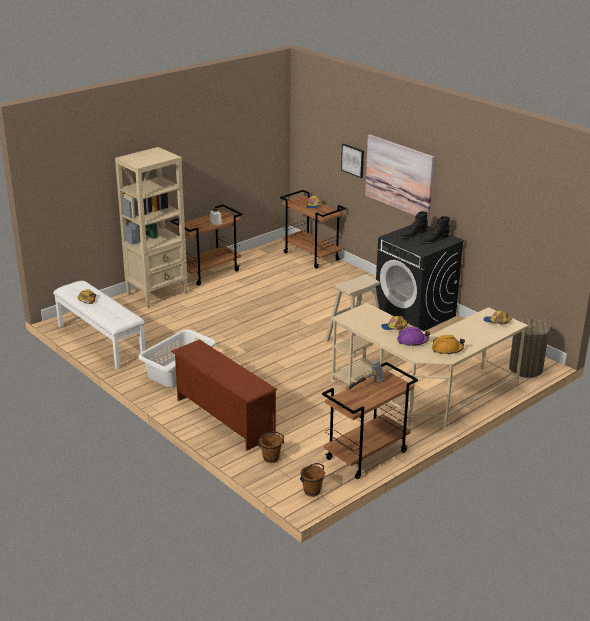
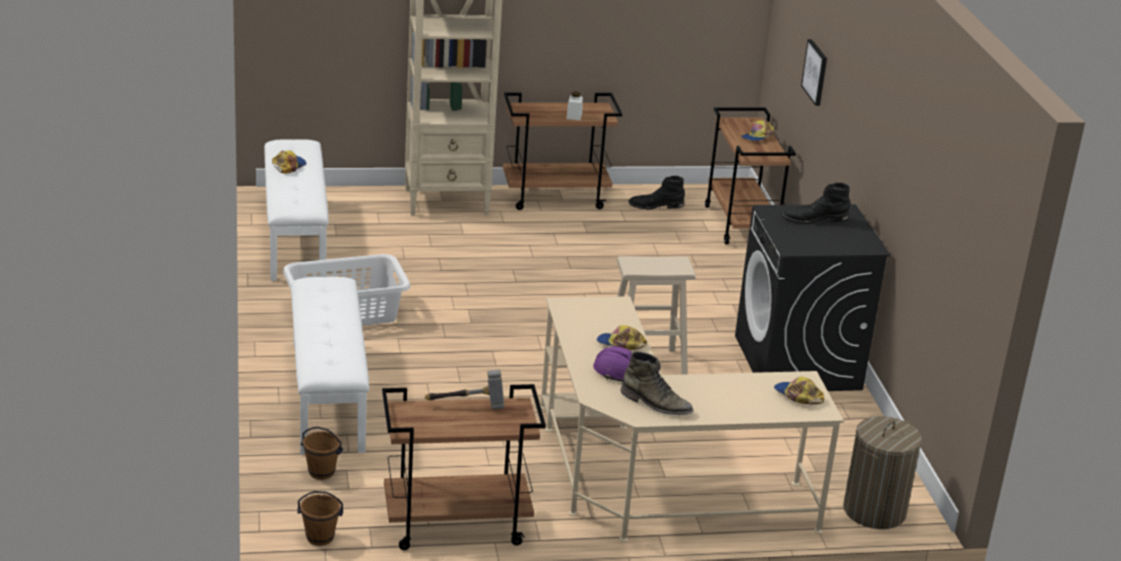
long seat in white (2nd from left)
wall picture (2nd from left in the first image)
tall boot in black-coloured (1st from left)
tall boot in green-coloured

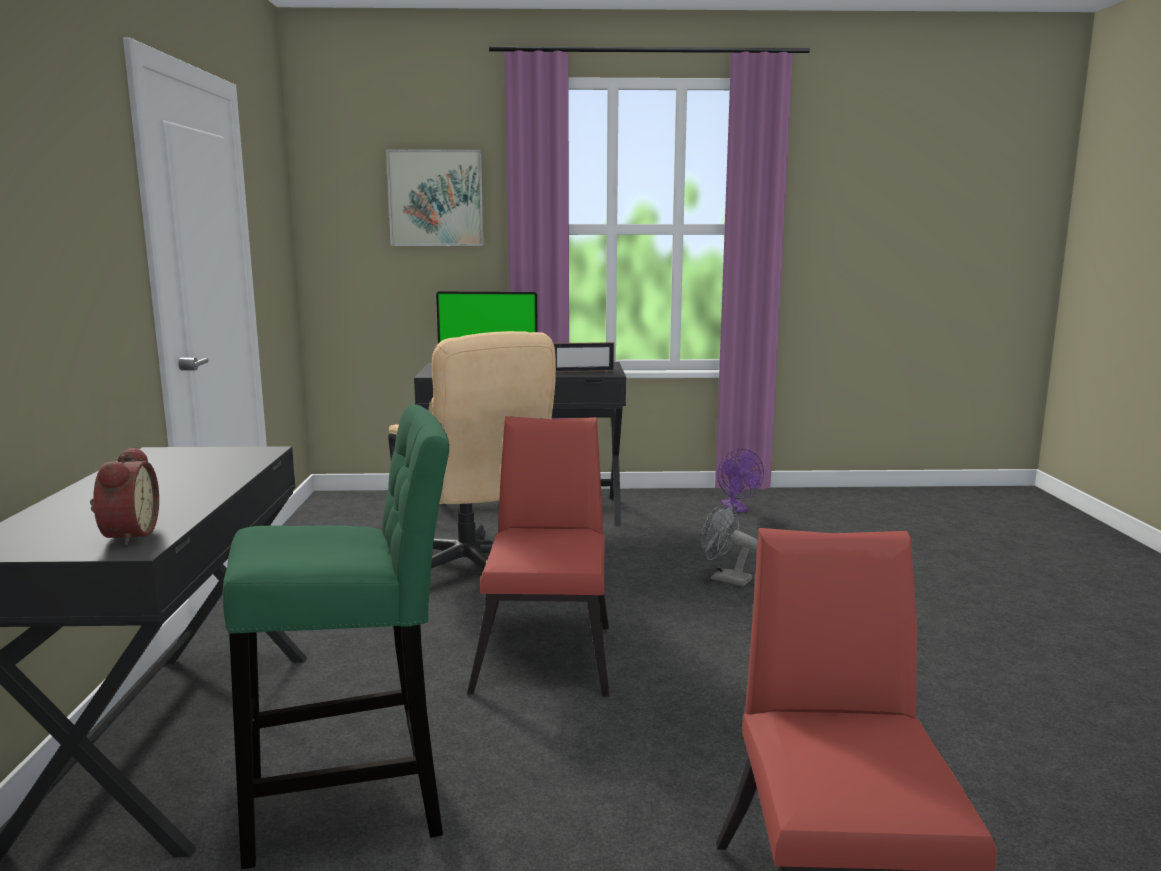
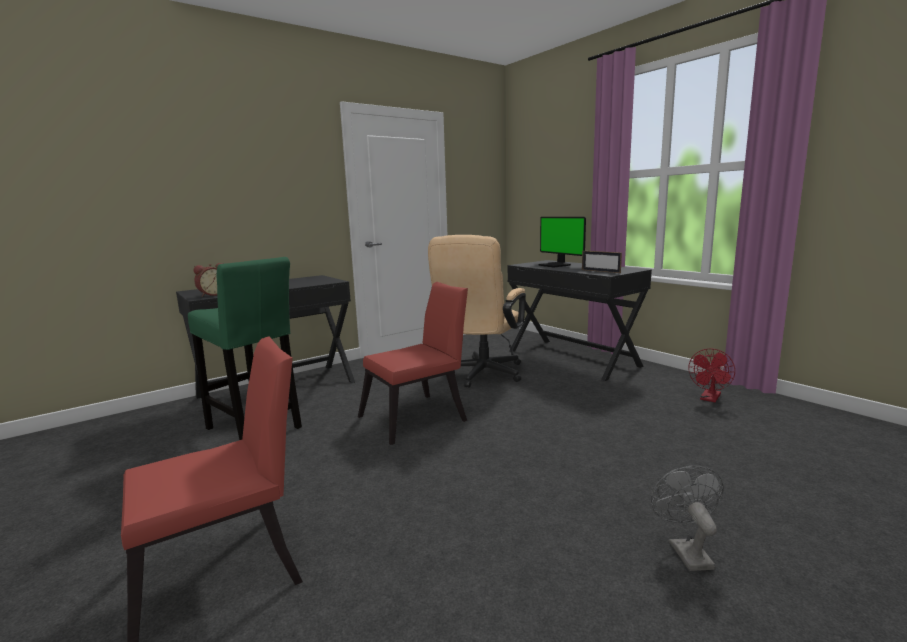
wall picture
electric fan in grey
electric fan in red

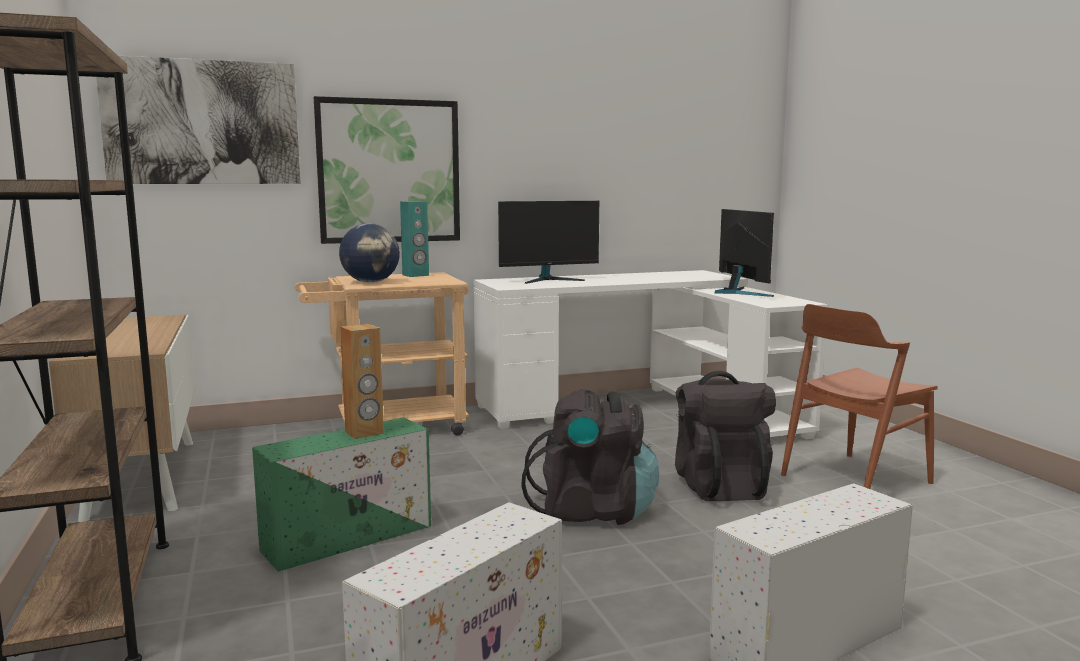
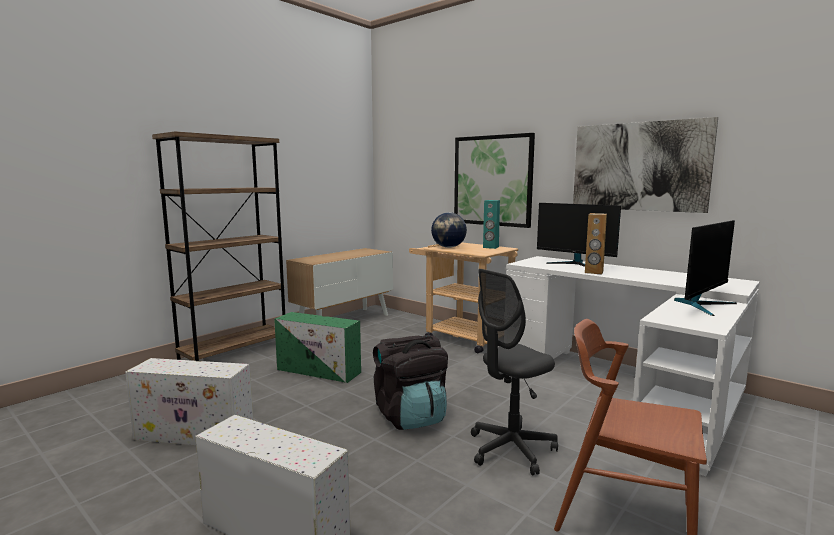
wall picture (2nd from left)
loudspeaker in brown-coloured
desk chair in grey

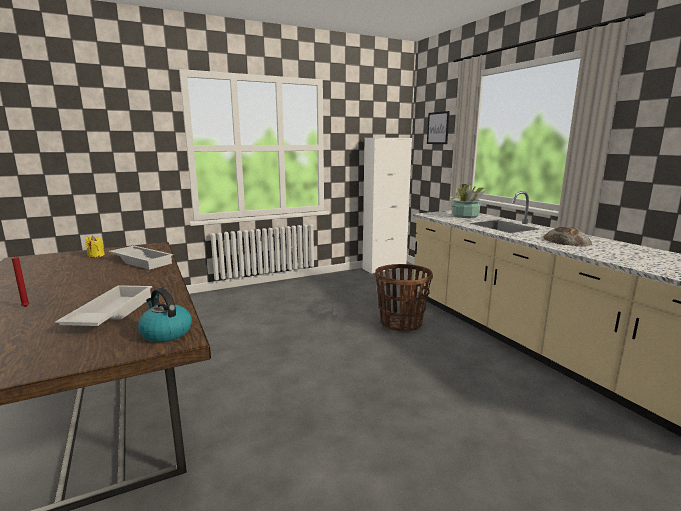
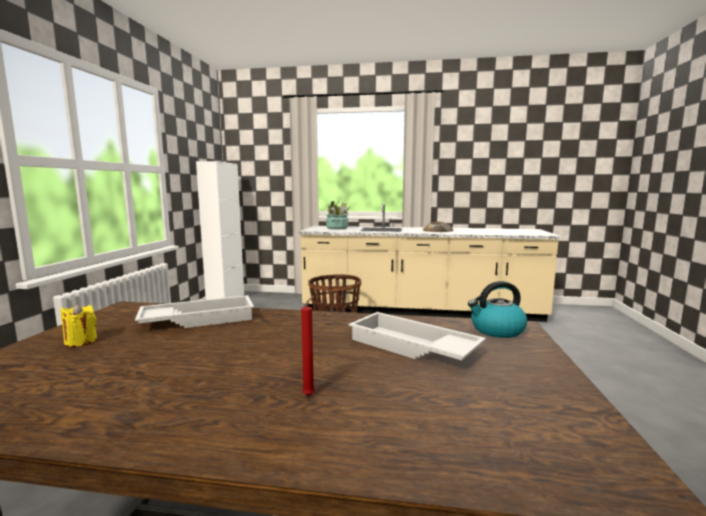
wall picture

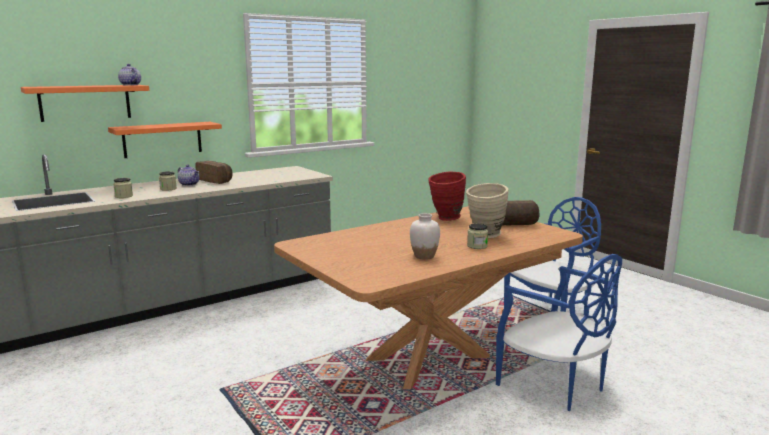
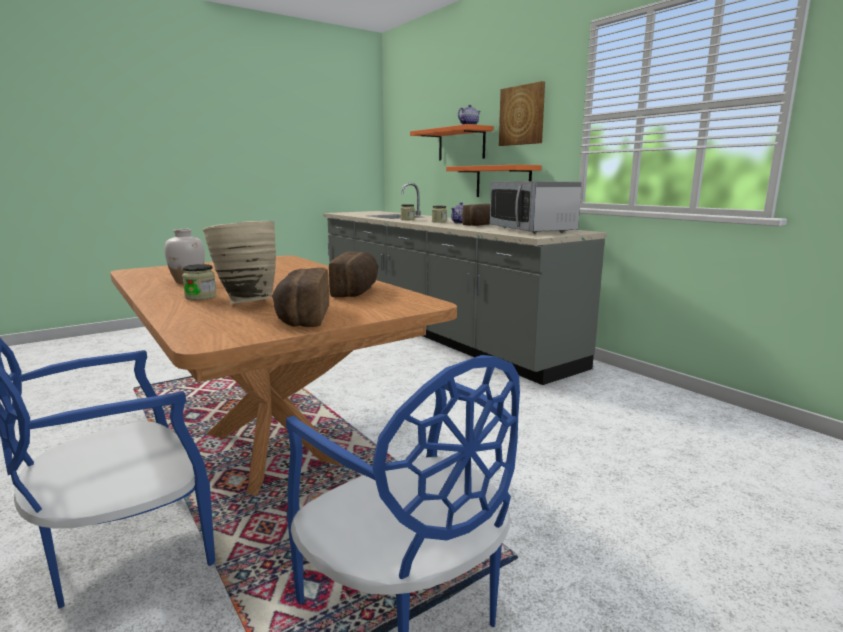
baked bread (2nd from left)
kitchen microwave
wall picture

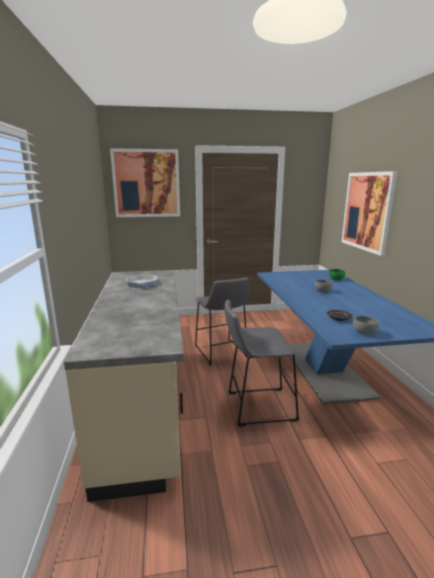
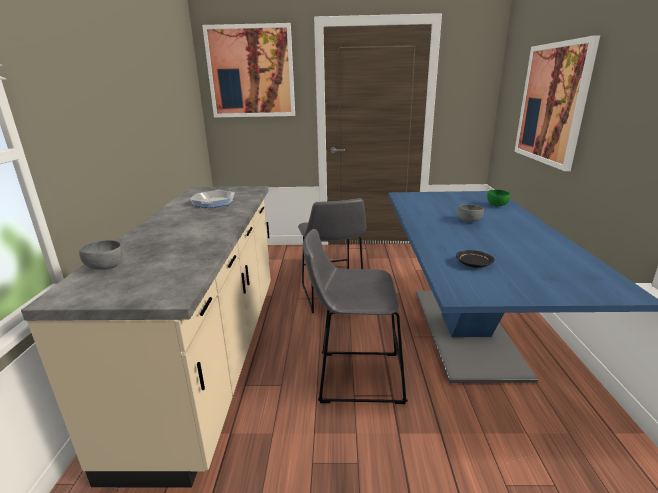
bowl in grey (1st from left)

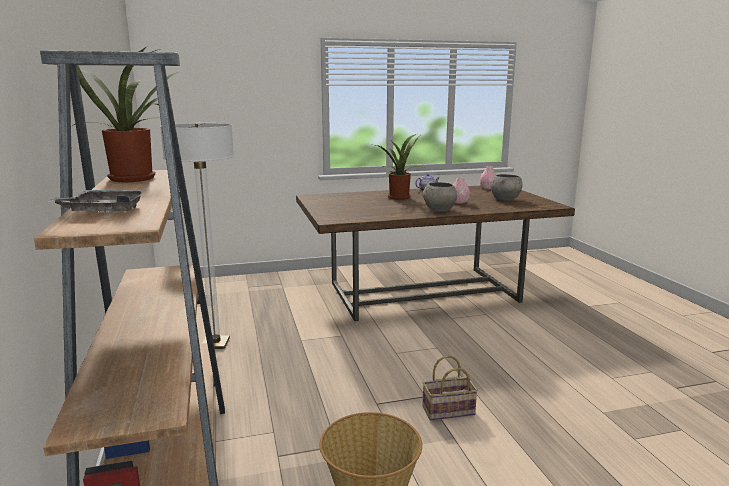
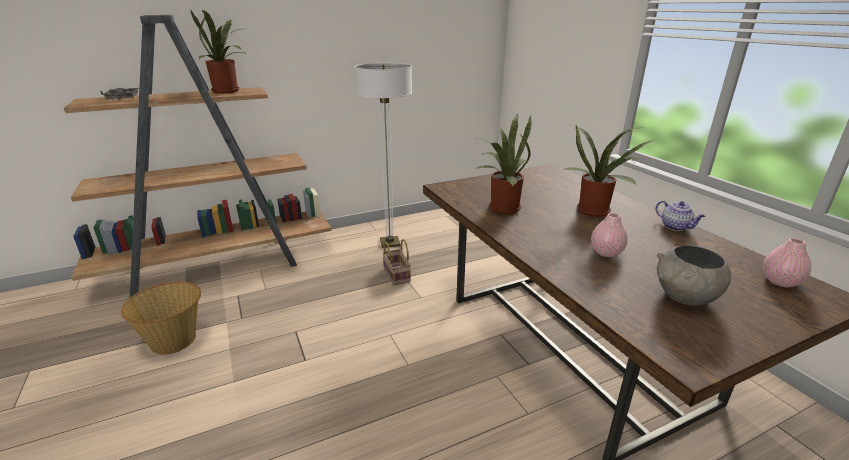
bowl in grey (1st from left in the first image)
storage basket (2nd from left)
potted plant (2nd from left)

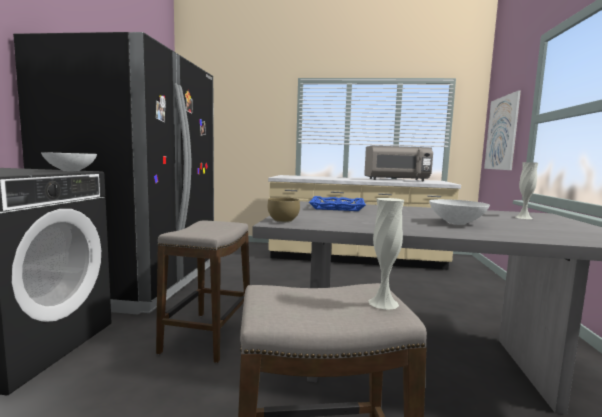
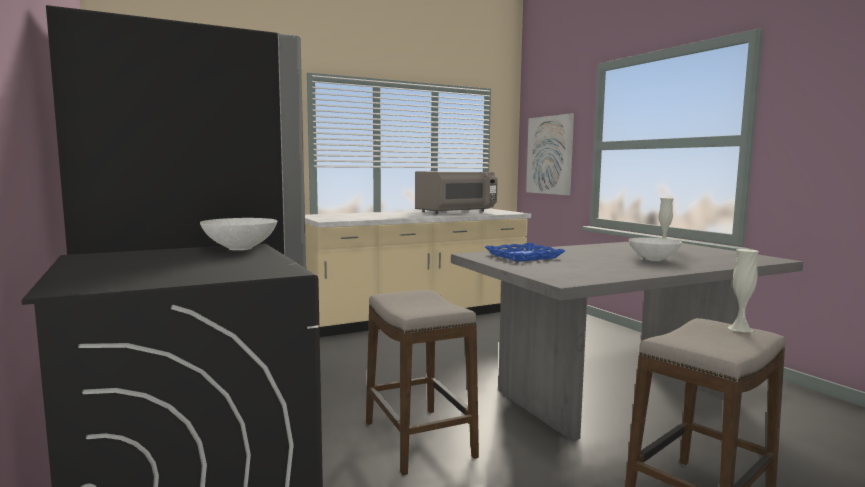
bowl in brown-coloured

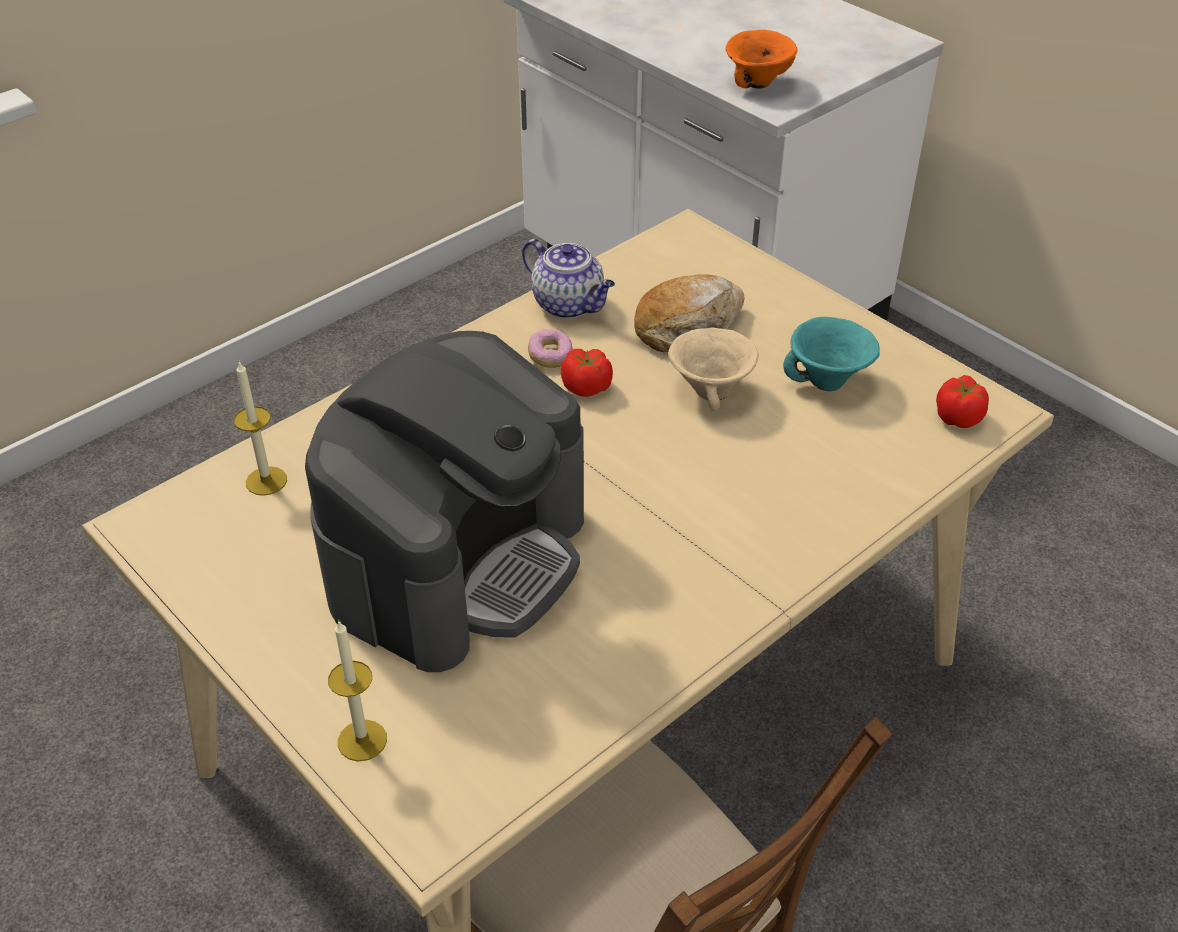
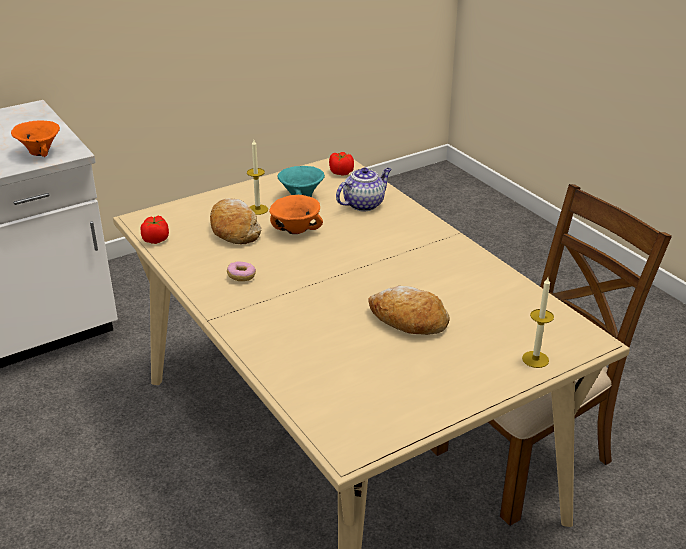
wax light (1st from left)
baked bread (2nd from left)
pot for tea
tomato (1st from left)
bowl in orangey (2nd from left)

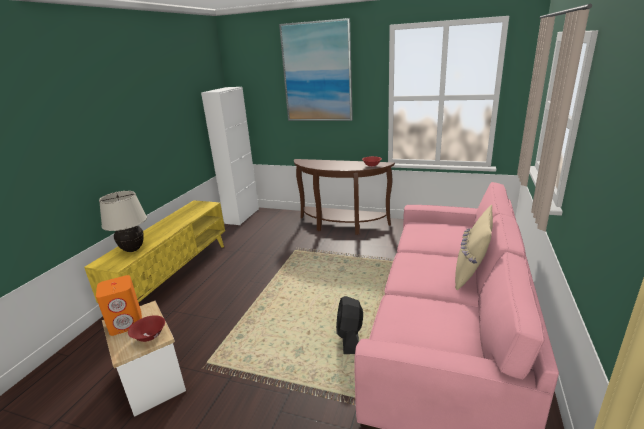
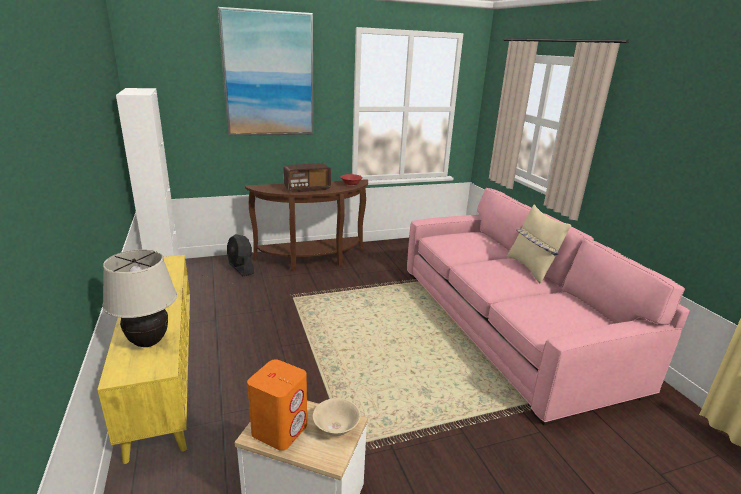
bowl in beige
electric fan in black-coloured
radio

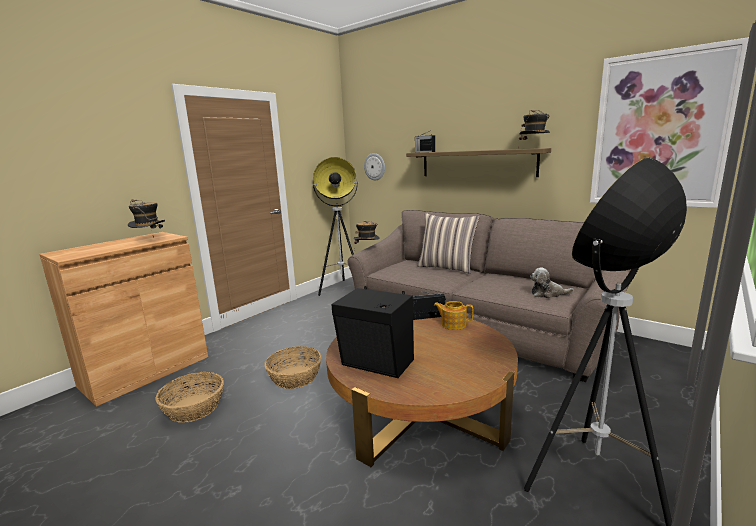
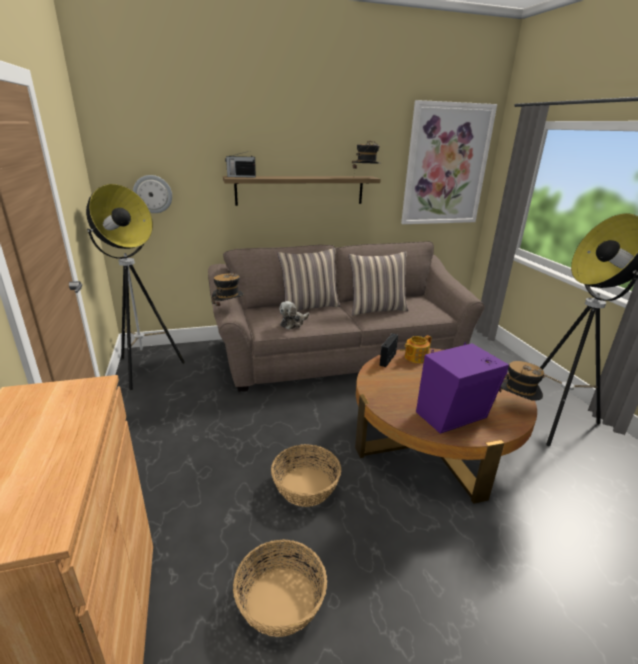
wearable hat (3rd from left)
loudspeaker in purple-coloured
cuddly toy
cushion (2nd from left)

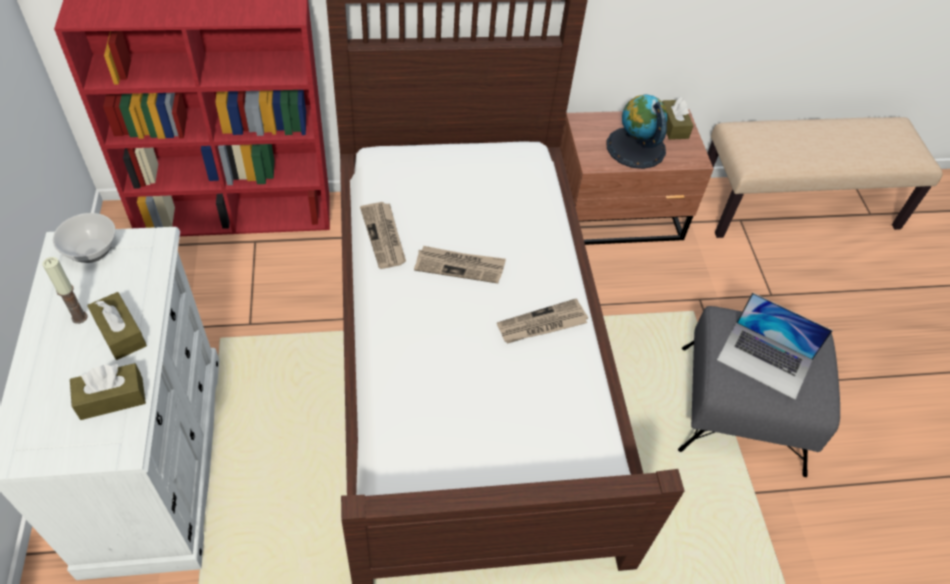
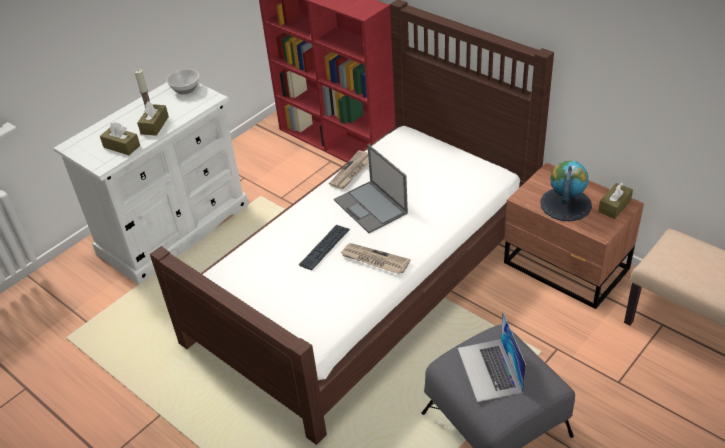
notebook computer (1st from left)
PC keyboard

